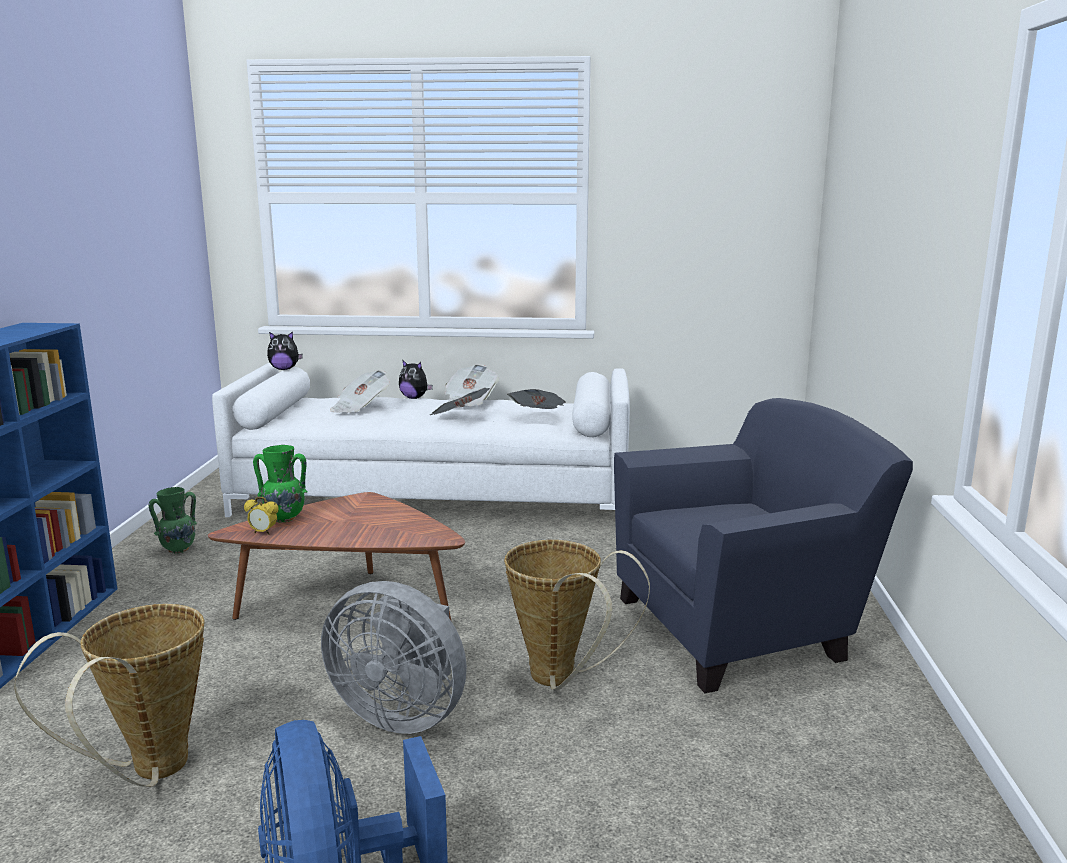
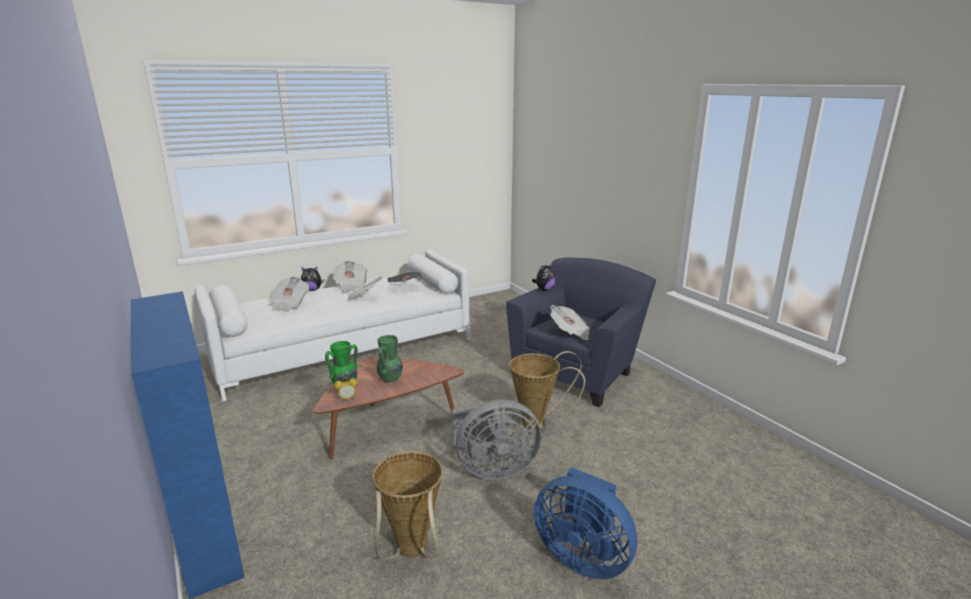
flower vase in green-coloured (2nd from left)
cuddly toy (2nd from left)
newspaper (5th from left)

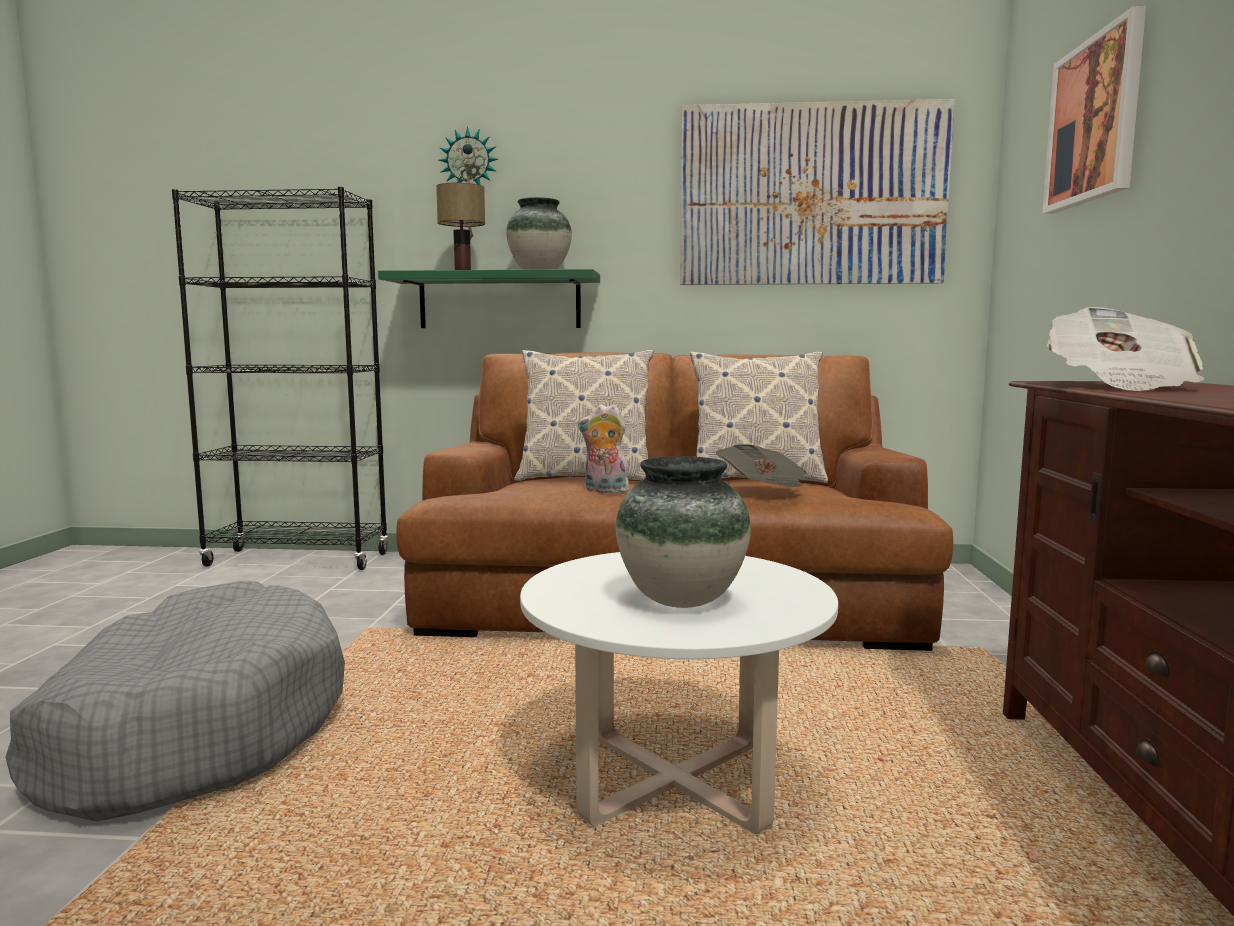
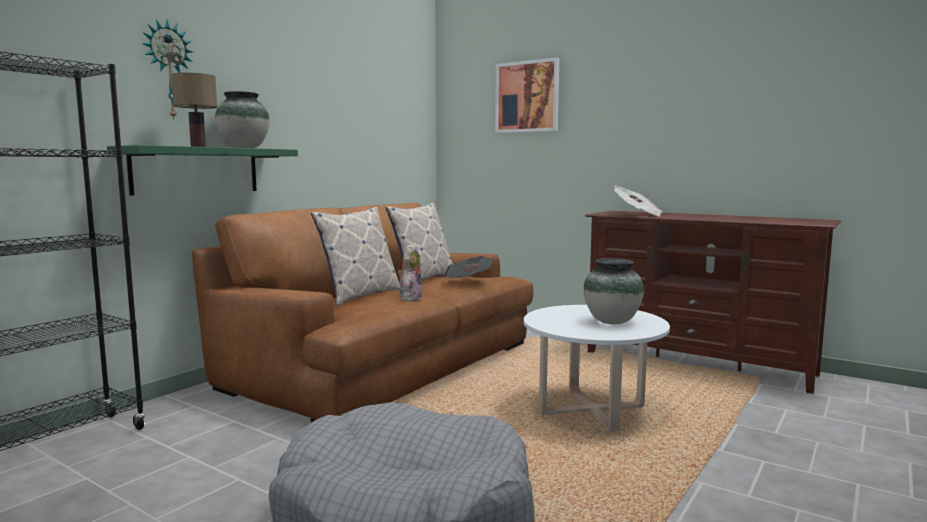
cuddly toy
wall picture (1st from left in the first image)

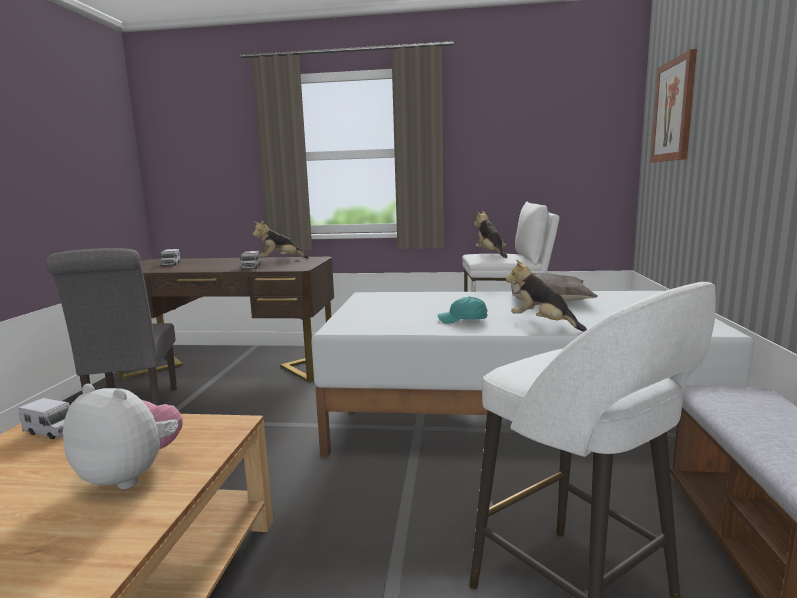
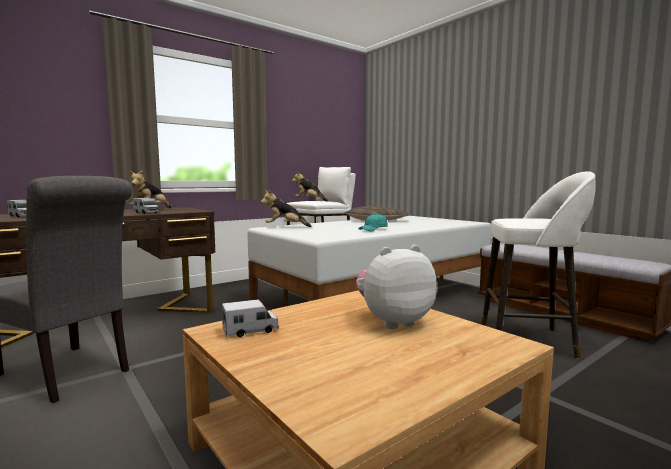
cuddly toy (2nd from left)
wall picture

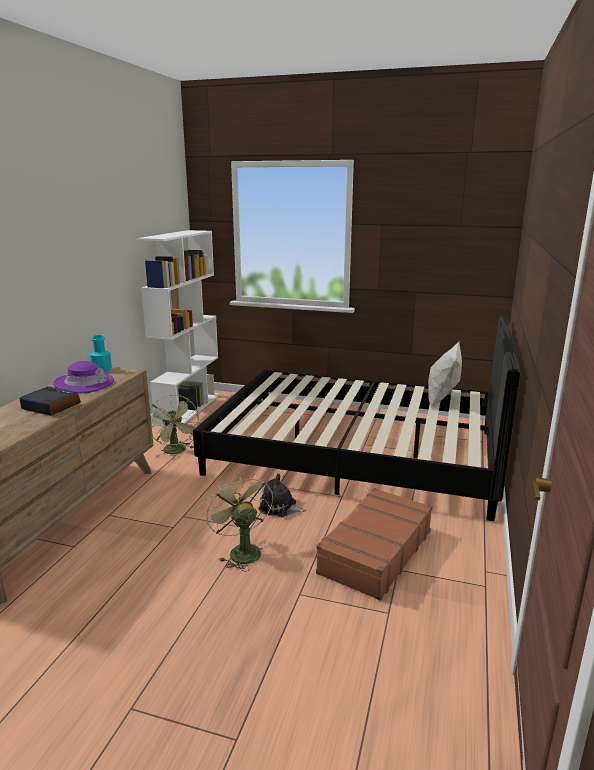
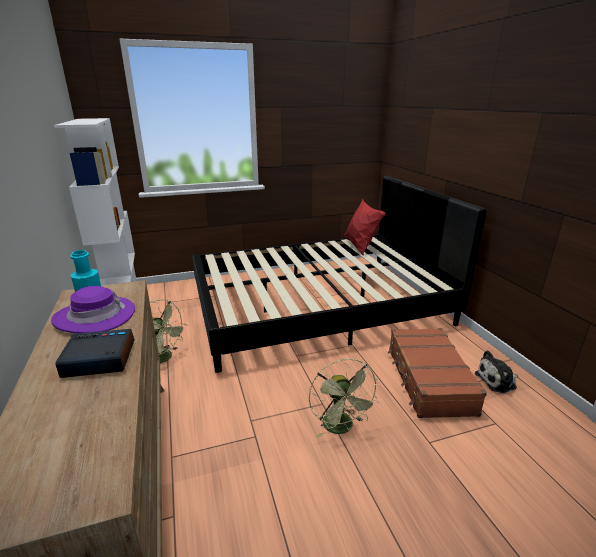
electric fan in green-coloured (2nd from left)
cuddly toy
cushion in red

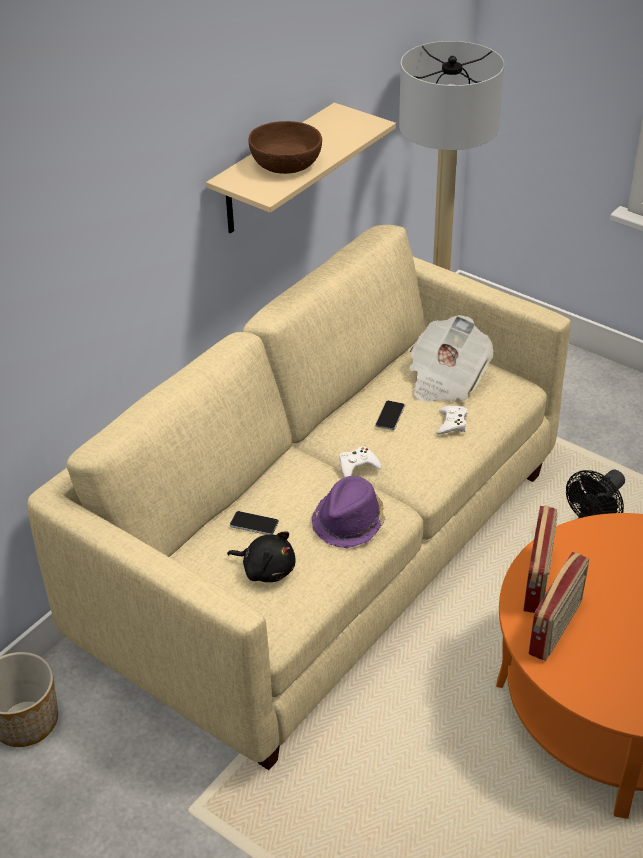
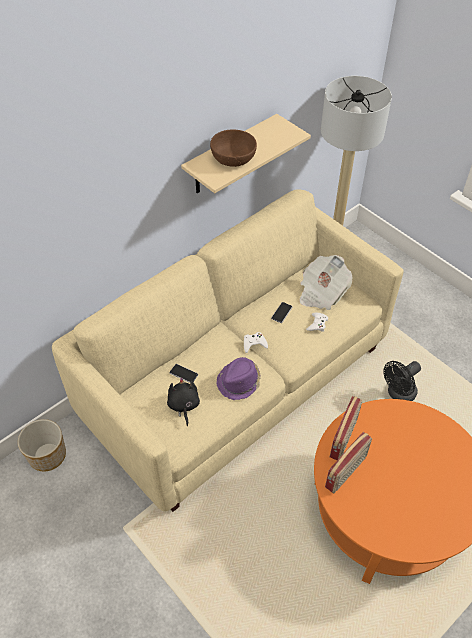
cuddly toy in black-coloured

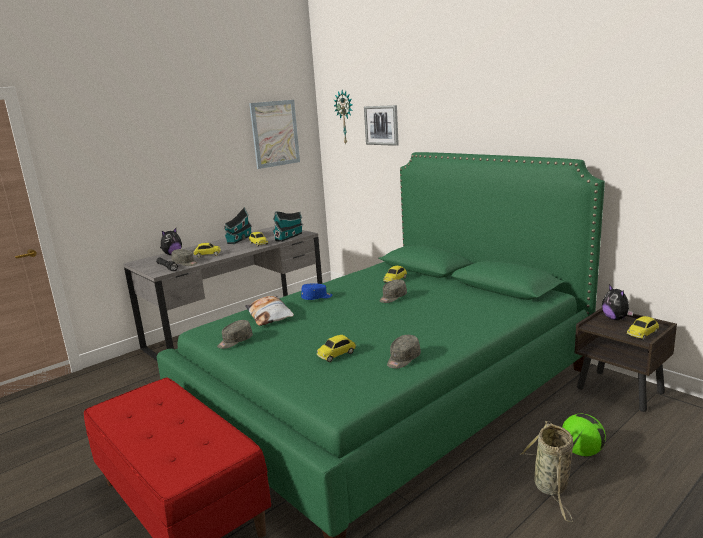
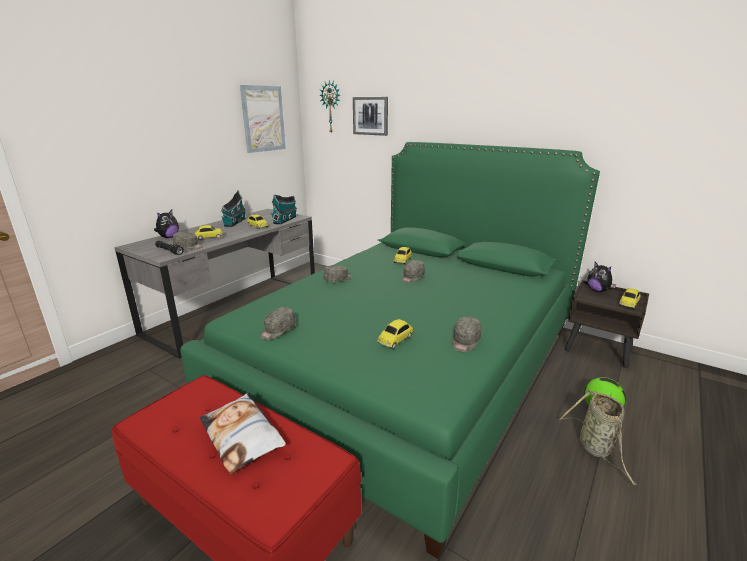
cushion
peaked cap in grey (3rd from left)

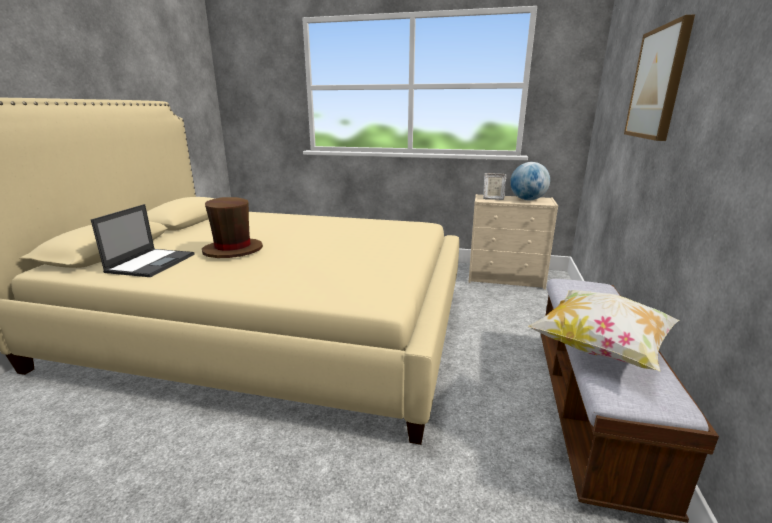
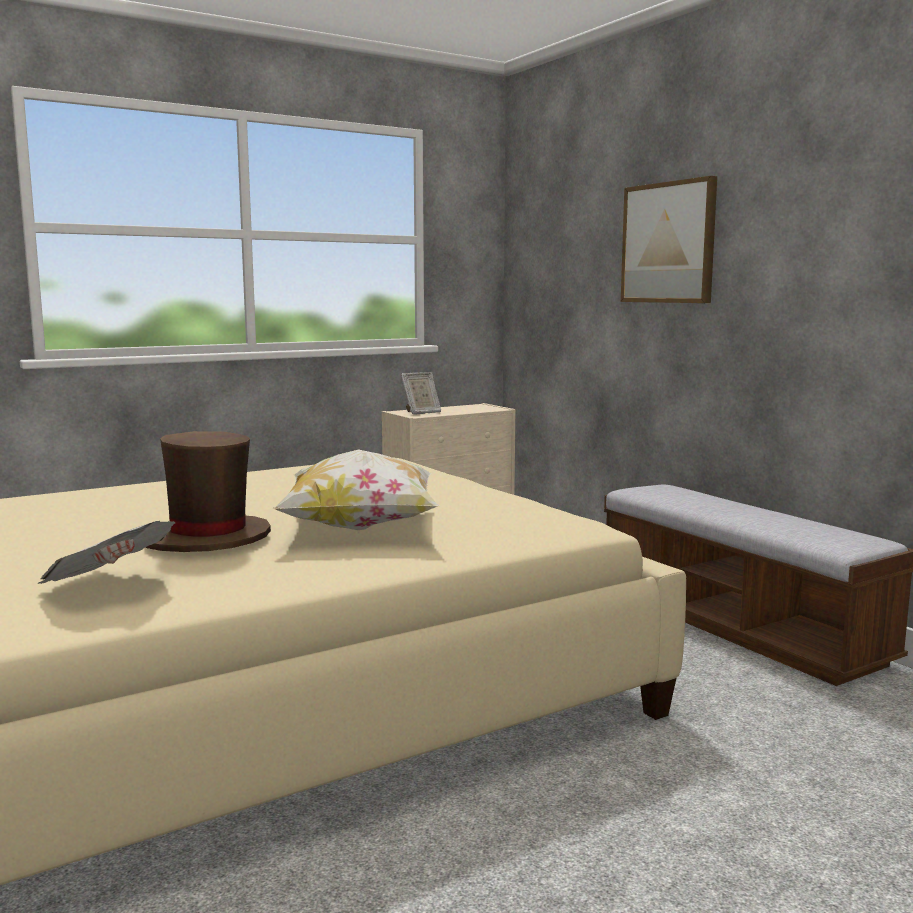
newspaper
desk globe
cushion

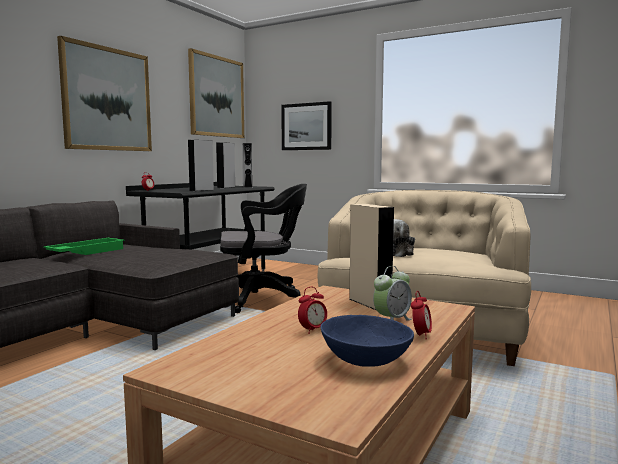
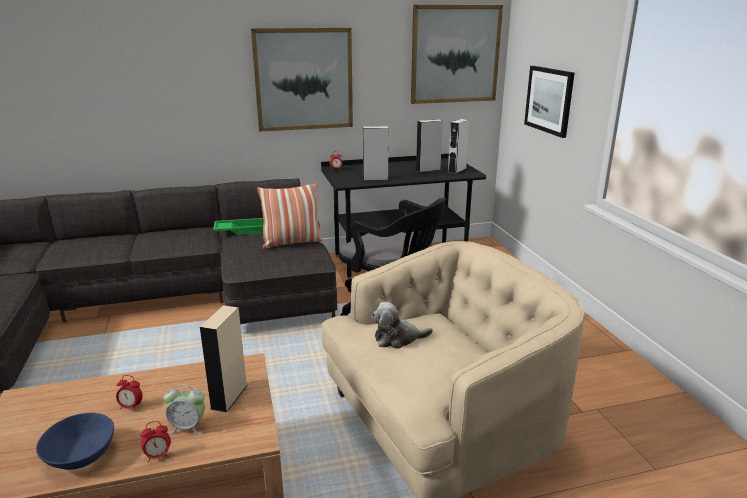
cushion

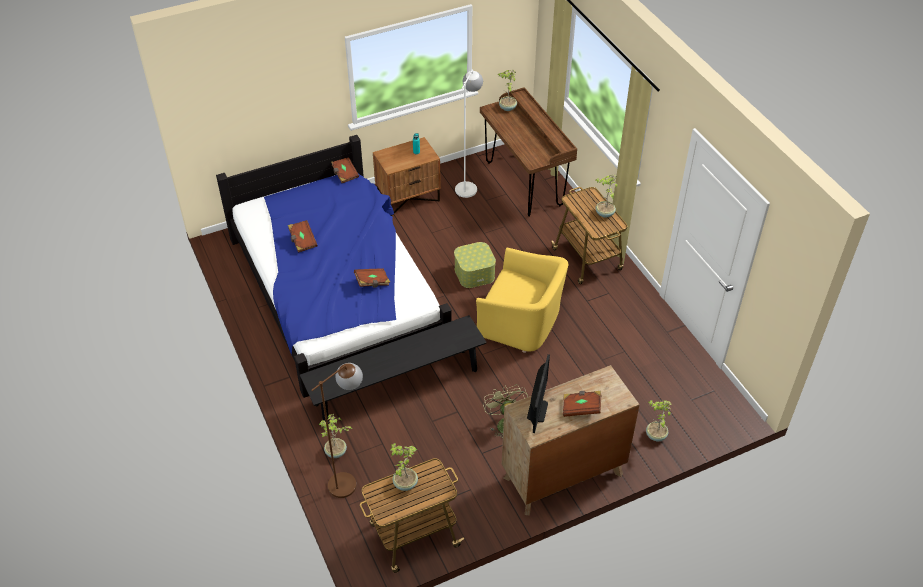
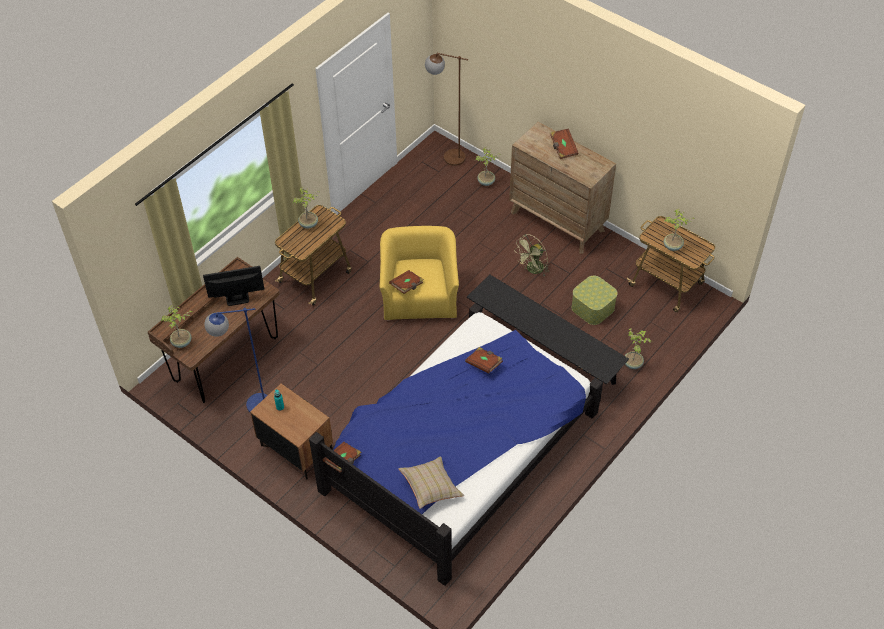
book in brown-coloured (2nd from left)
standing lamp in brown-coloured
storage box
standing lamp in bluish
computer display
cushion in beige

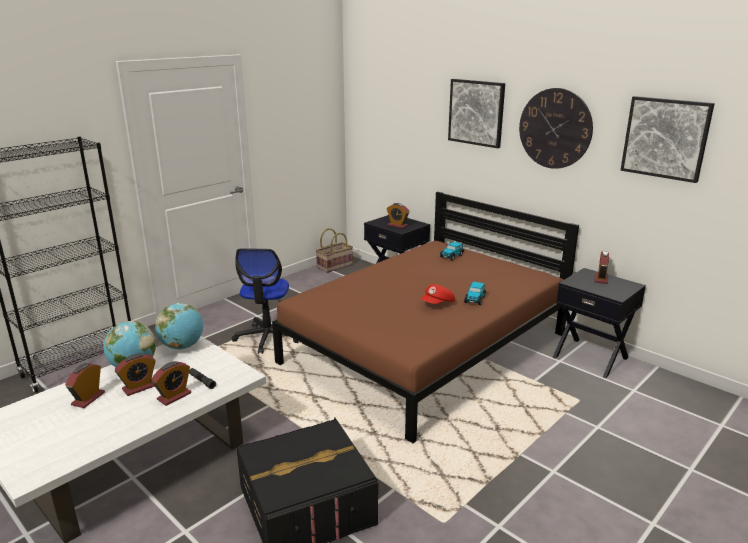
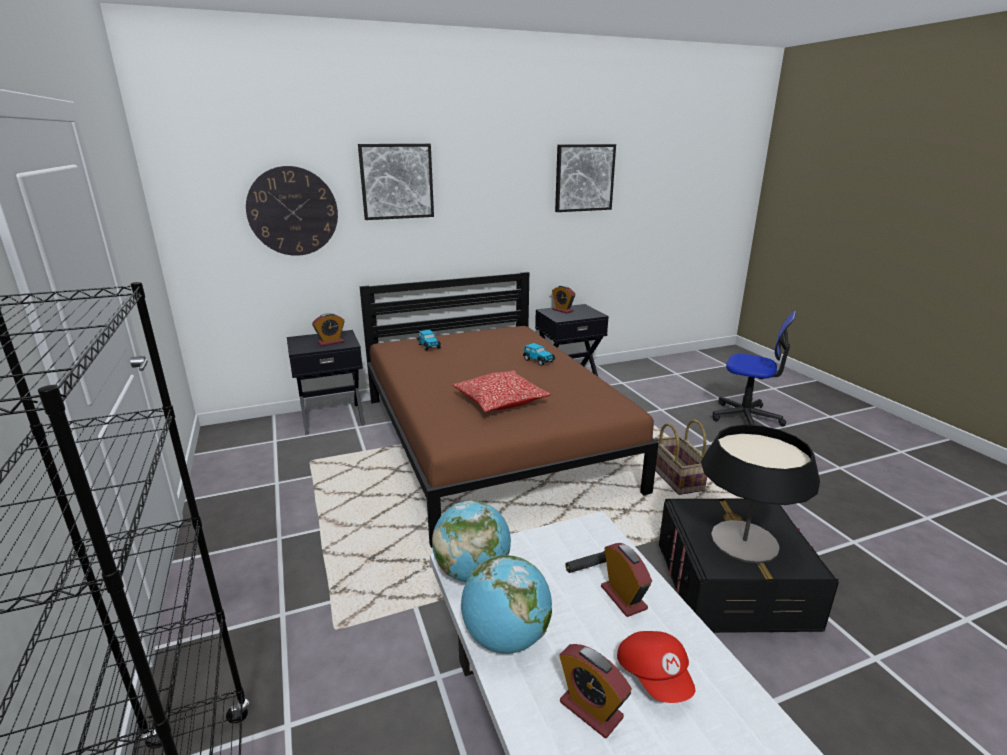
table clock (2nd from left in the first image)
desk chair
storage basket
peaked cap in red
wall clock
cushion
tabletop lamp

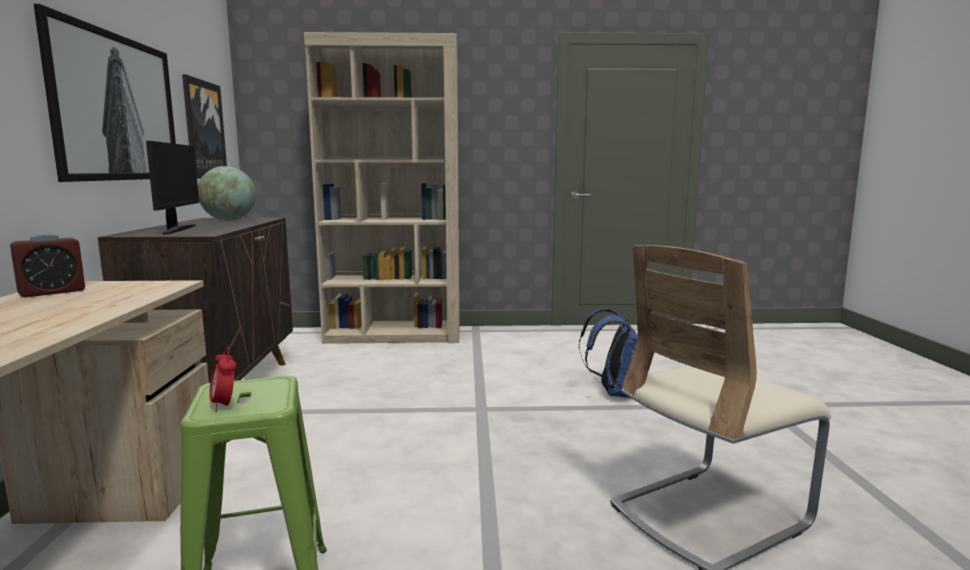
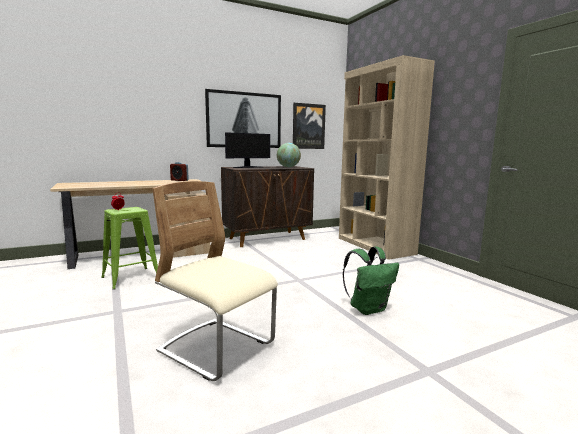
rucksack in green-coloured

